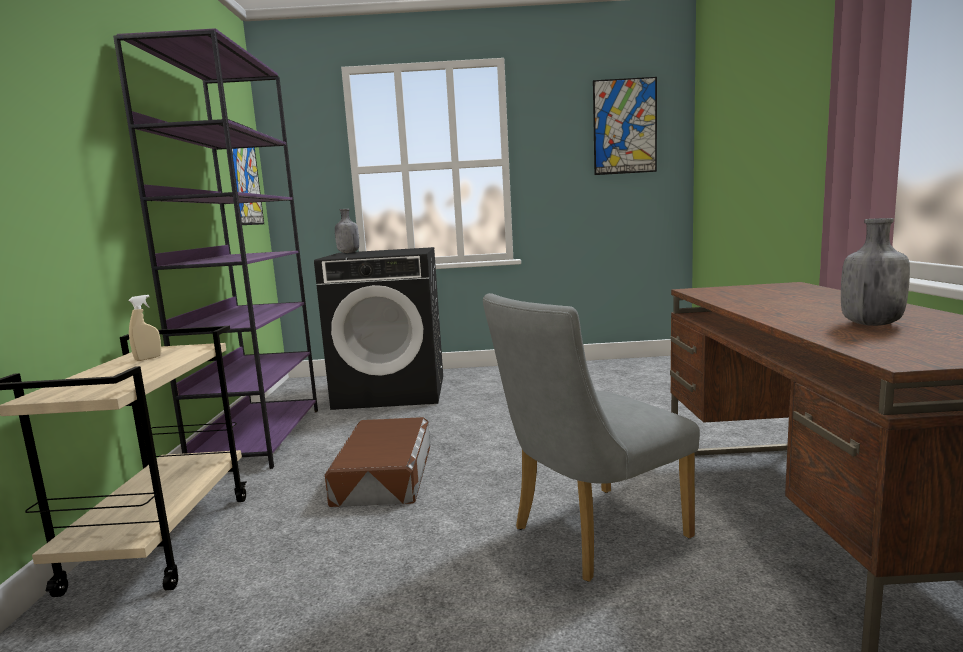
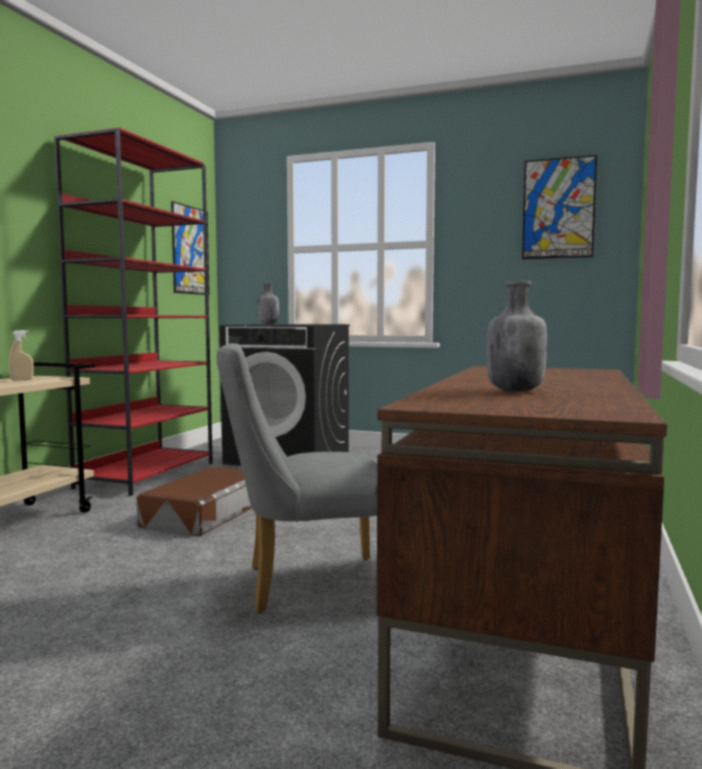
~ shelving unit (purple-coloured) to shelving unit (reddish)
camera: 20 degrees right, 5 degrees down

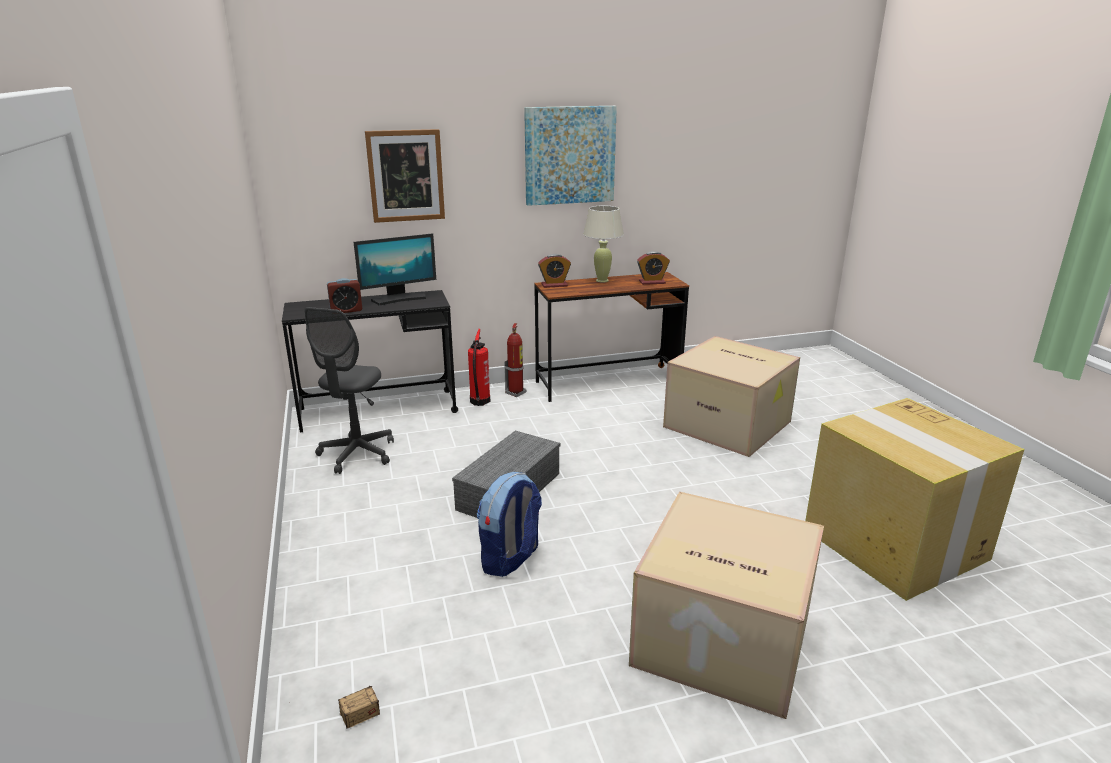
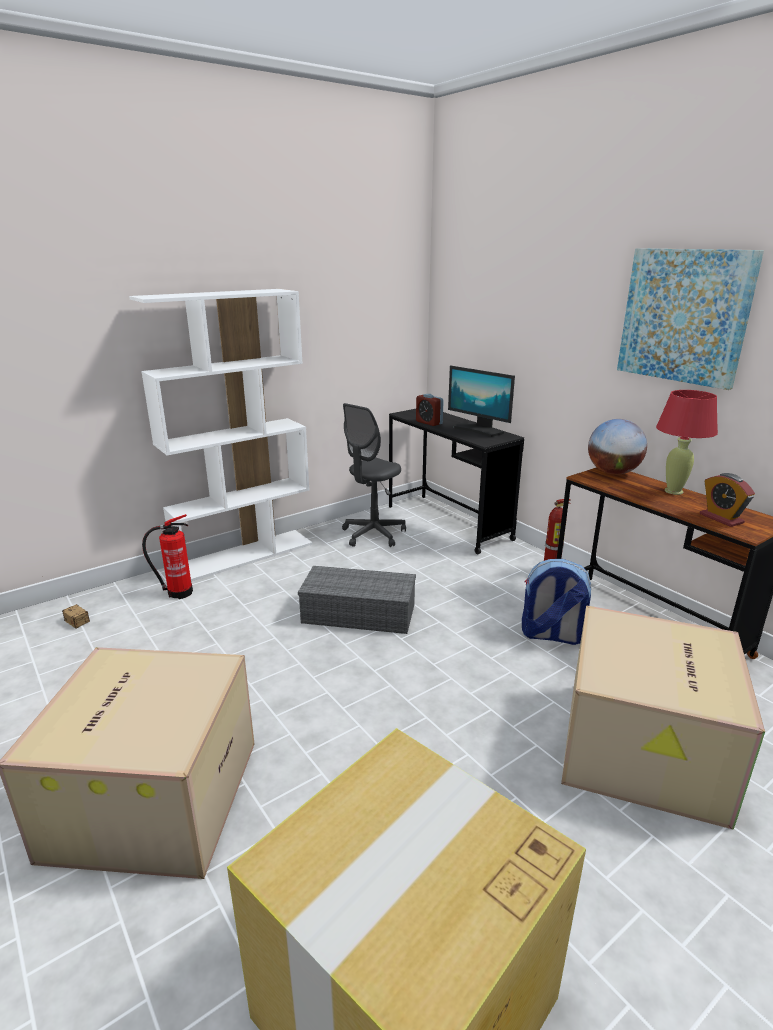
~ office chair (gray) 45 degrees counterclockwise
- picture (no. 1 from left)
~ extinguisher (no. 1 from left)
~ knapsack
~ bedside clock (no. 2 from left) to desk globe
~ tabletop lamp (beige-coloured) to tabletop lamp (reddish)
+ shelving unit (whitish)
camera: 70 degrees right, 0 degrees up

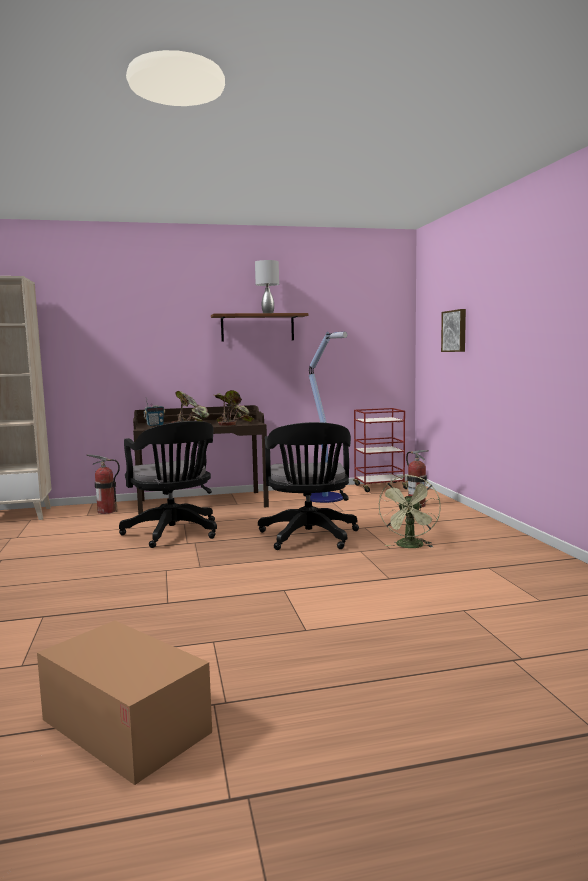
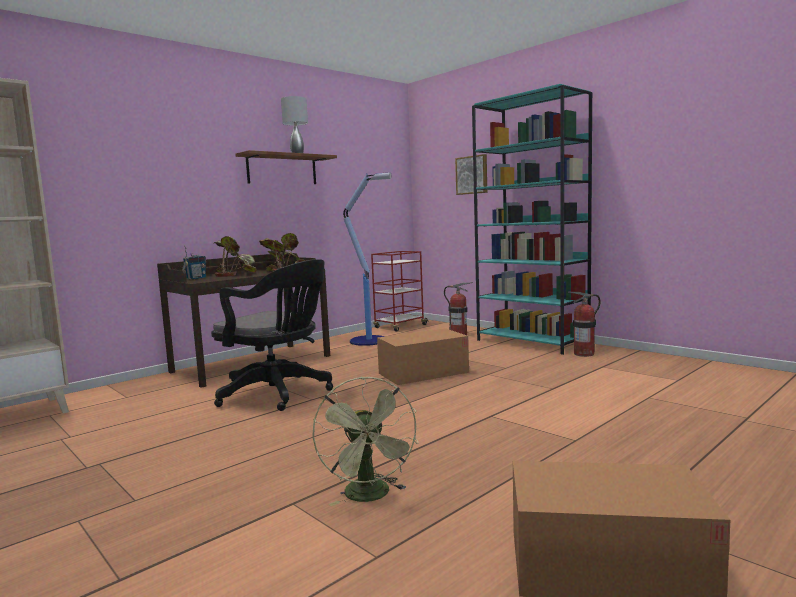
~ extinguisher (no. 1 from left in the first image) to extinguisher (no. 2 from left)
~ office chair (black) (no. 2 from left) to cardboard box (no. 1 from left)
~ fan (greenish)
+ shelving unit (turquoise-coloured)
camera: 30 degrees left, 0 degrees up

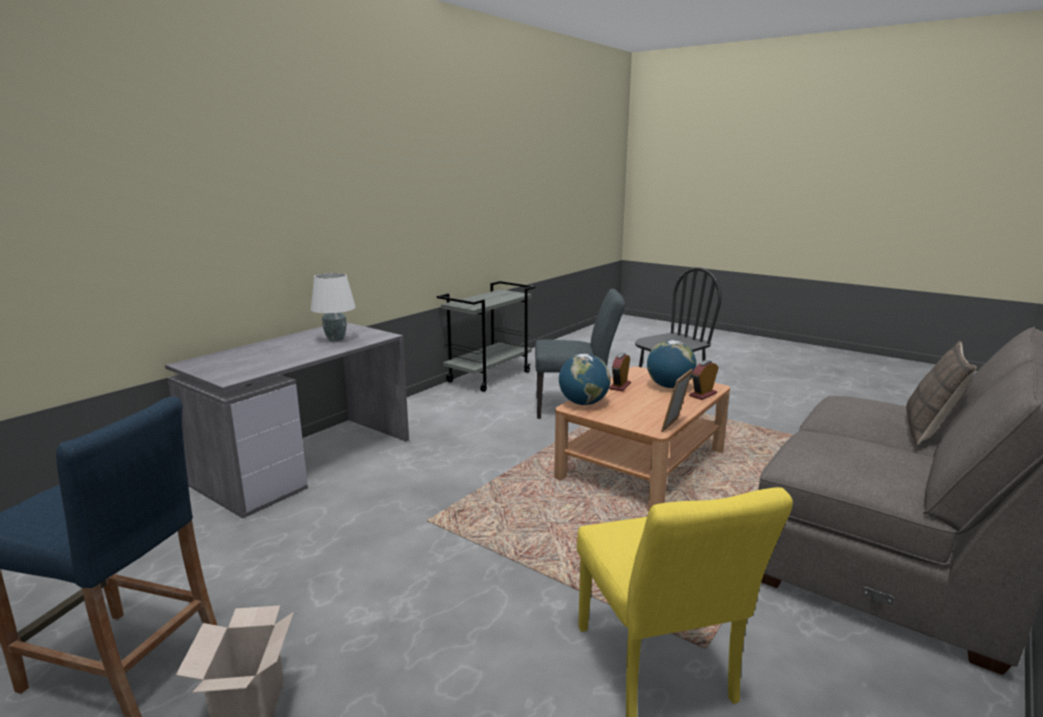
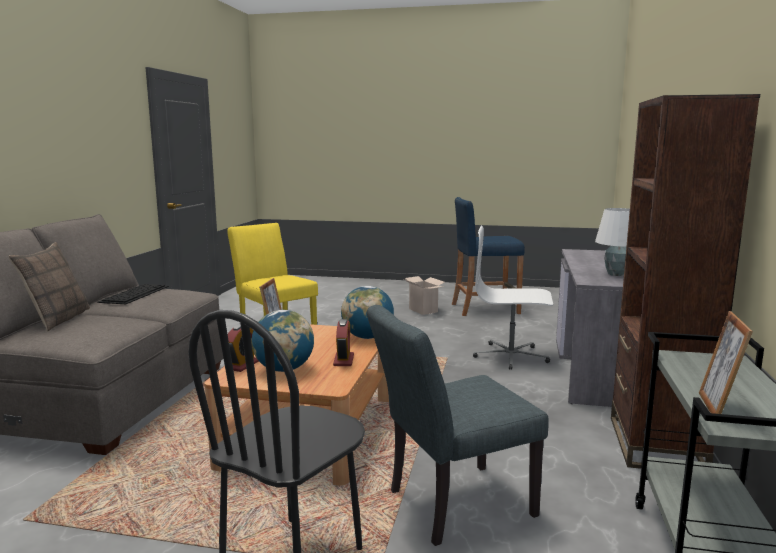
+ PC keyboard
+ office chair (whitish)
+ shelving unit (brownish)
+ picture frame (no. 2 from left)
camera: 155 degrees right, 5 degrees down

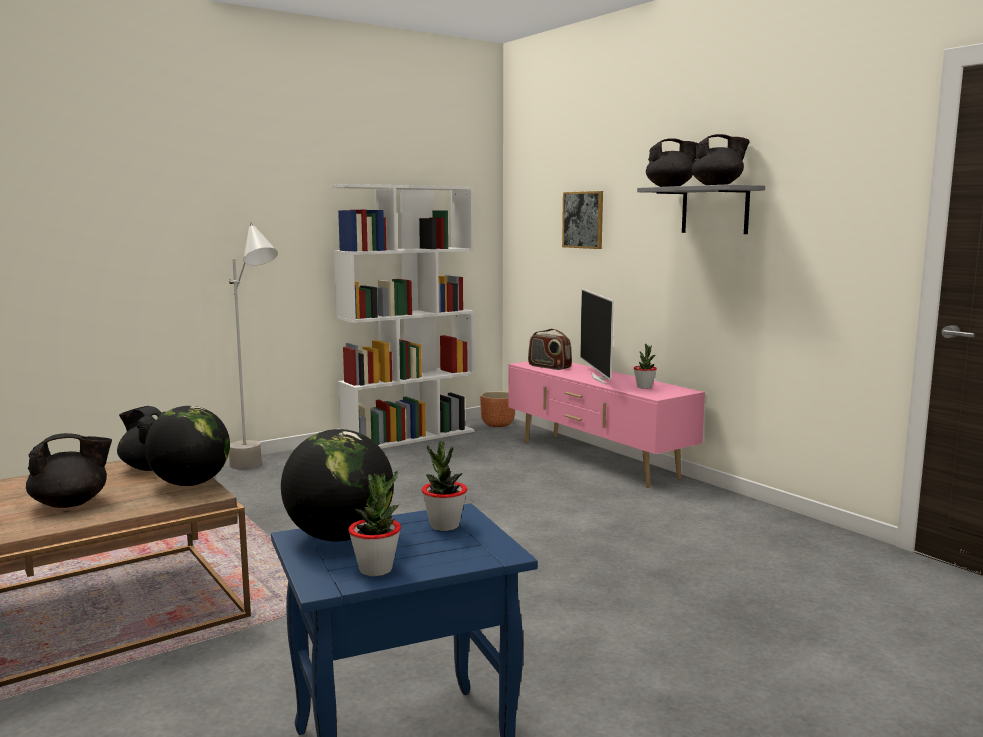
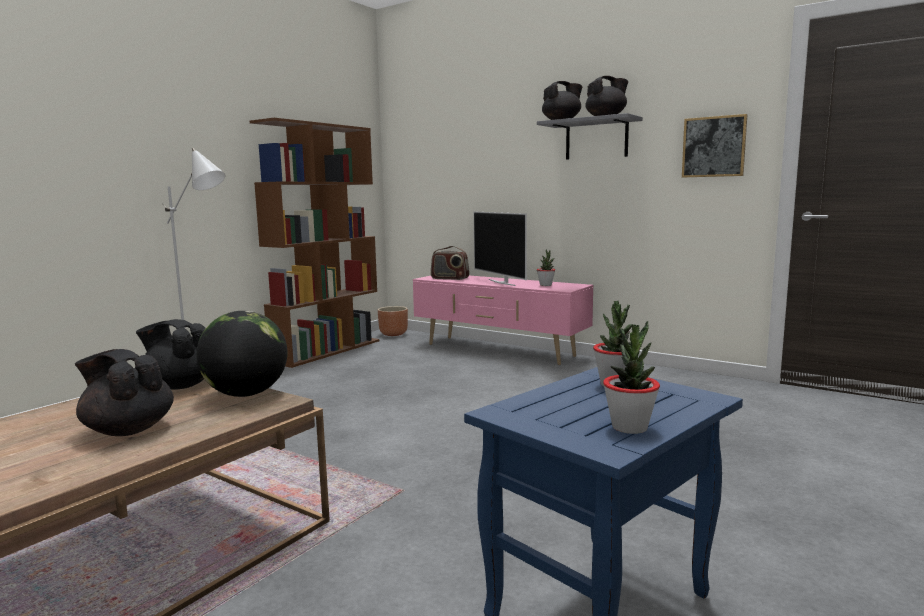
~ tea pot (black) (no. 1 from left) 105 degrees counterclockwise
- desk globe (no. 2 from left)
~ shelving unit (whitish) to shelving unit (brownish)
~ picture
camera: 20 degrees left, 0 degrees up

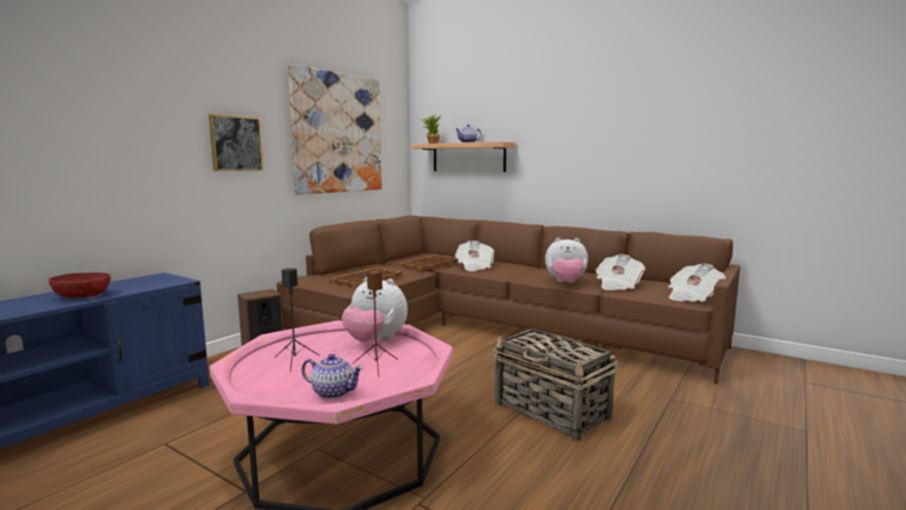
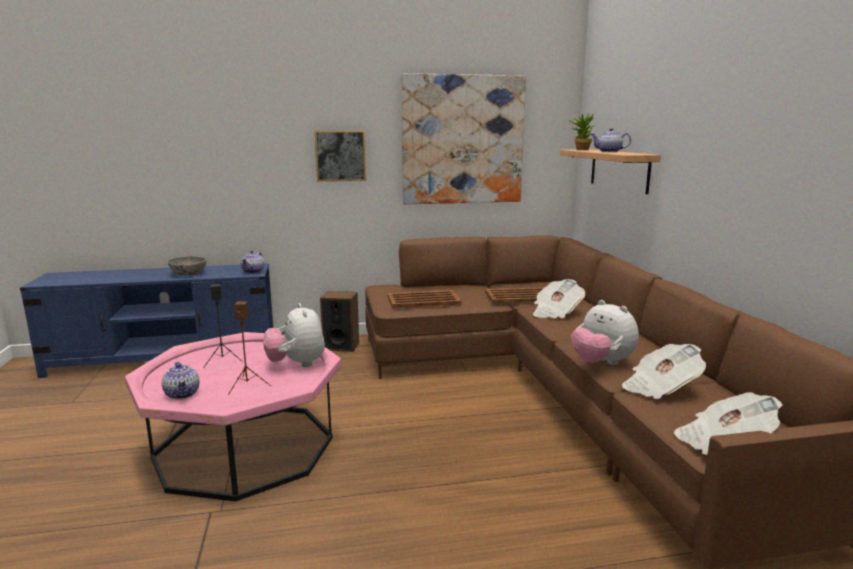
~ bowl (reddish) to bowl (gray)
- storage basket
+ tea pot (no. 2 from left)
camera: 45 degrees right, 5 degrees up

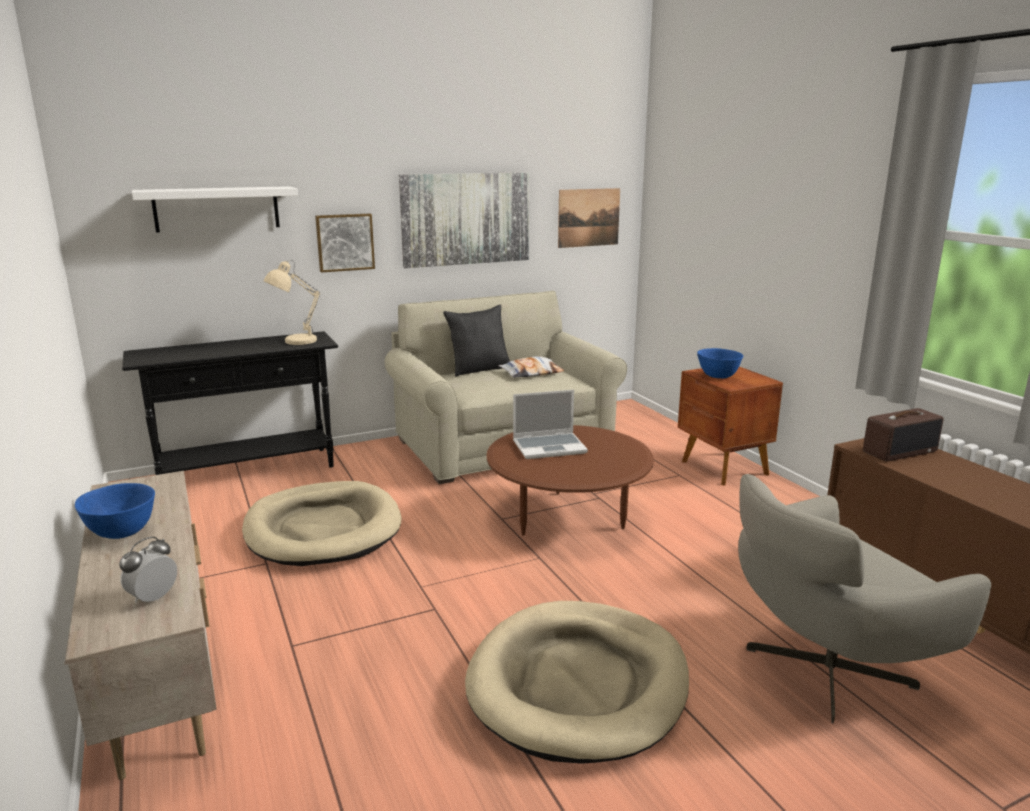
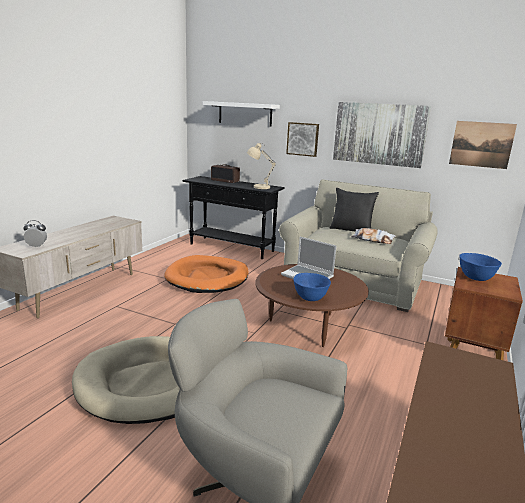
~ bowl (blue) (no. 1 from left)
~ dog cushion (beige-coloured) (no. 1 from left) to dog cushion (orange)
~ radio receiver
camera: 50 degrees right, 0 degrees up

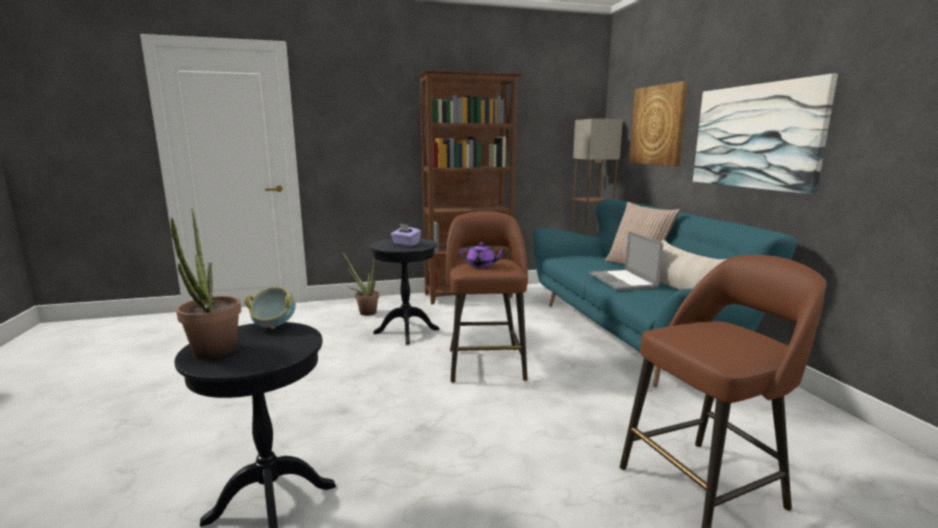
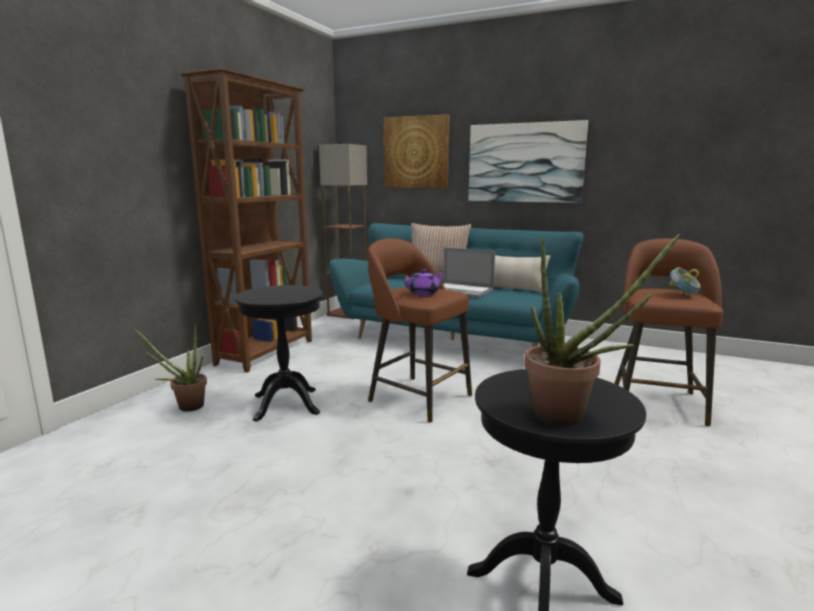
~ bowl
- tissue holder (purple-coloured)
camera: 50 degrees left, 0 degrees up

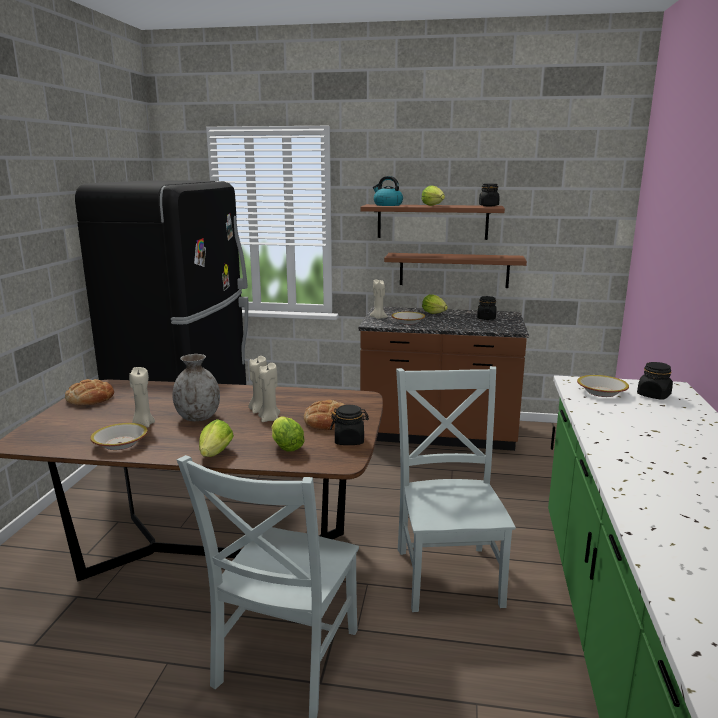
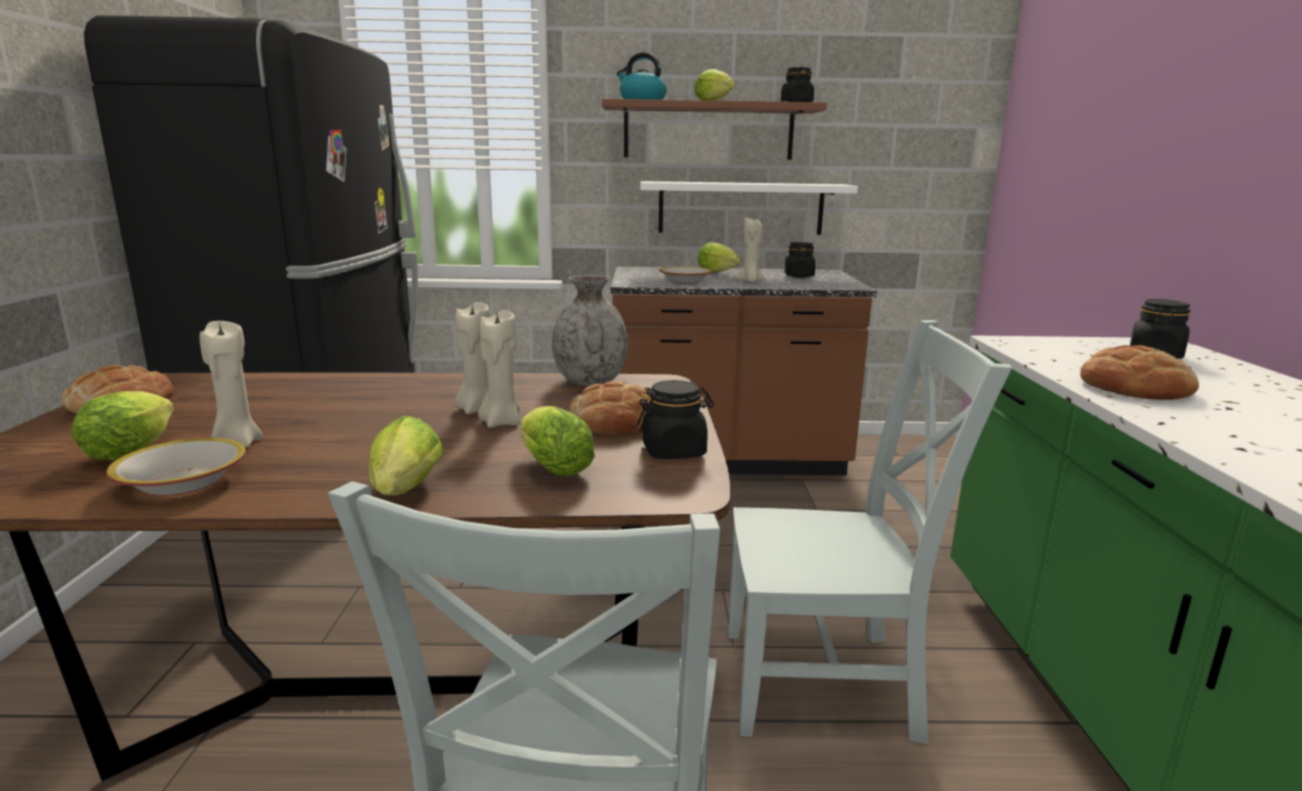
~ flower vase (gray)
~ wax candle (beige-coloured) (no. 4 from left)
~ wall shelf (brownish) (no. 2 from left) to wall shelf (whitish)
~ chair (gray) (no. 2 from left) 105 degrees clockwise
- bowl (no. 3 from left)
+ lettuce head (no. 1 from left)
+ bakery bread (no. 3 from left)
camera: 10 degrees left, 0 degrees up

